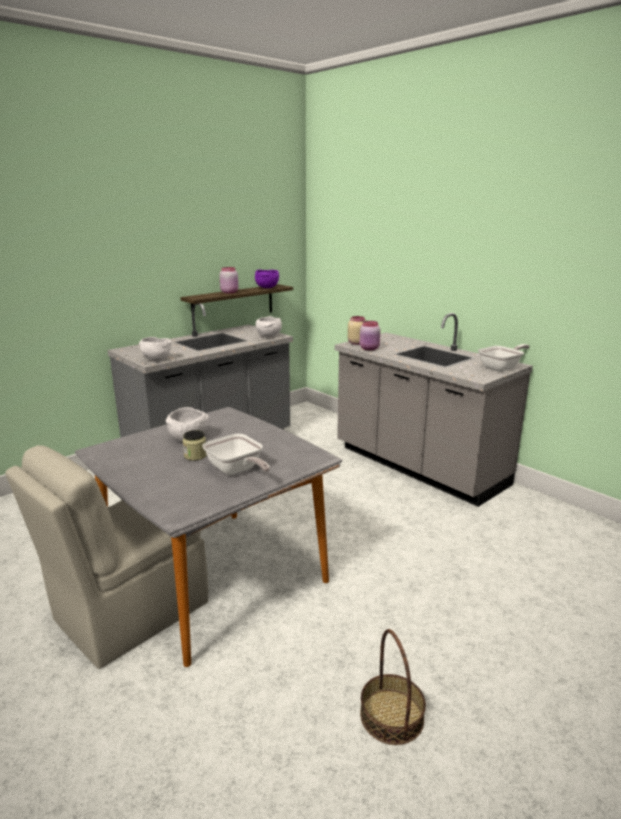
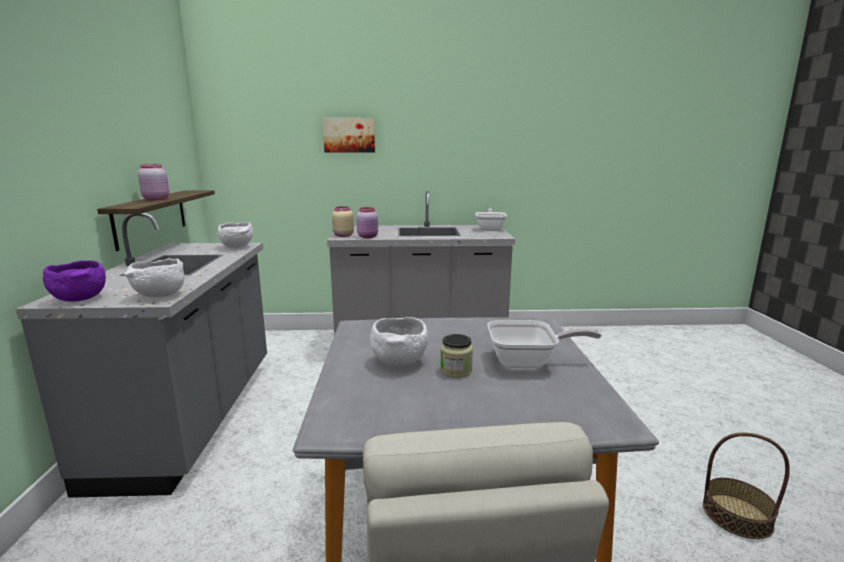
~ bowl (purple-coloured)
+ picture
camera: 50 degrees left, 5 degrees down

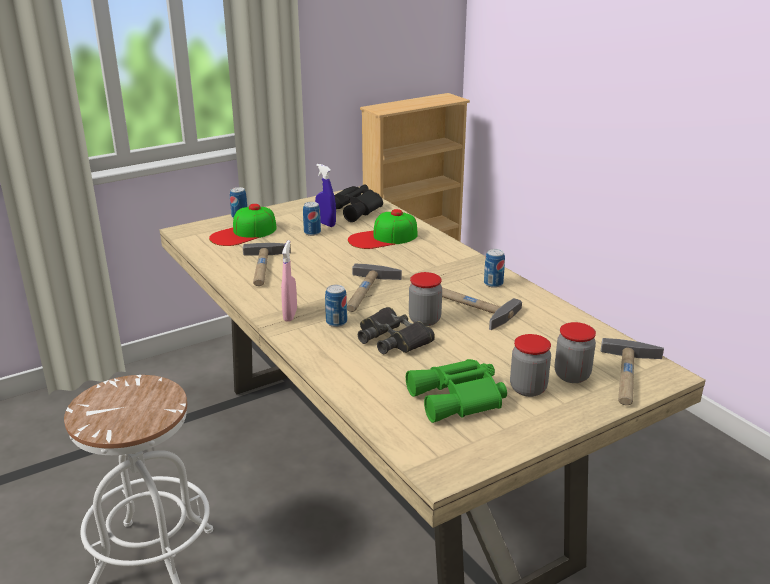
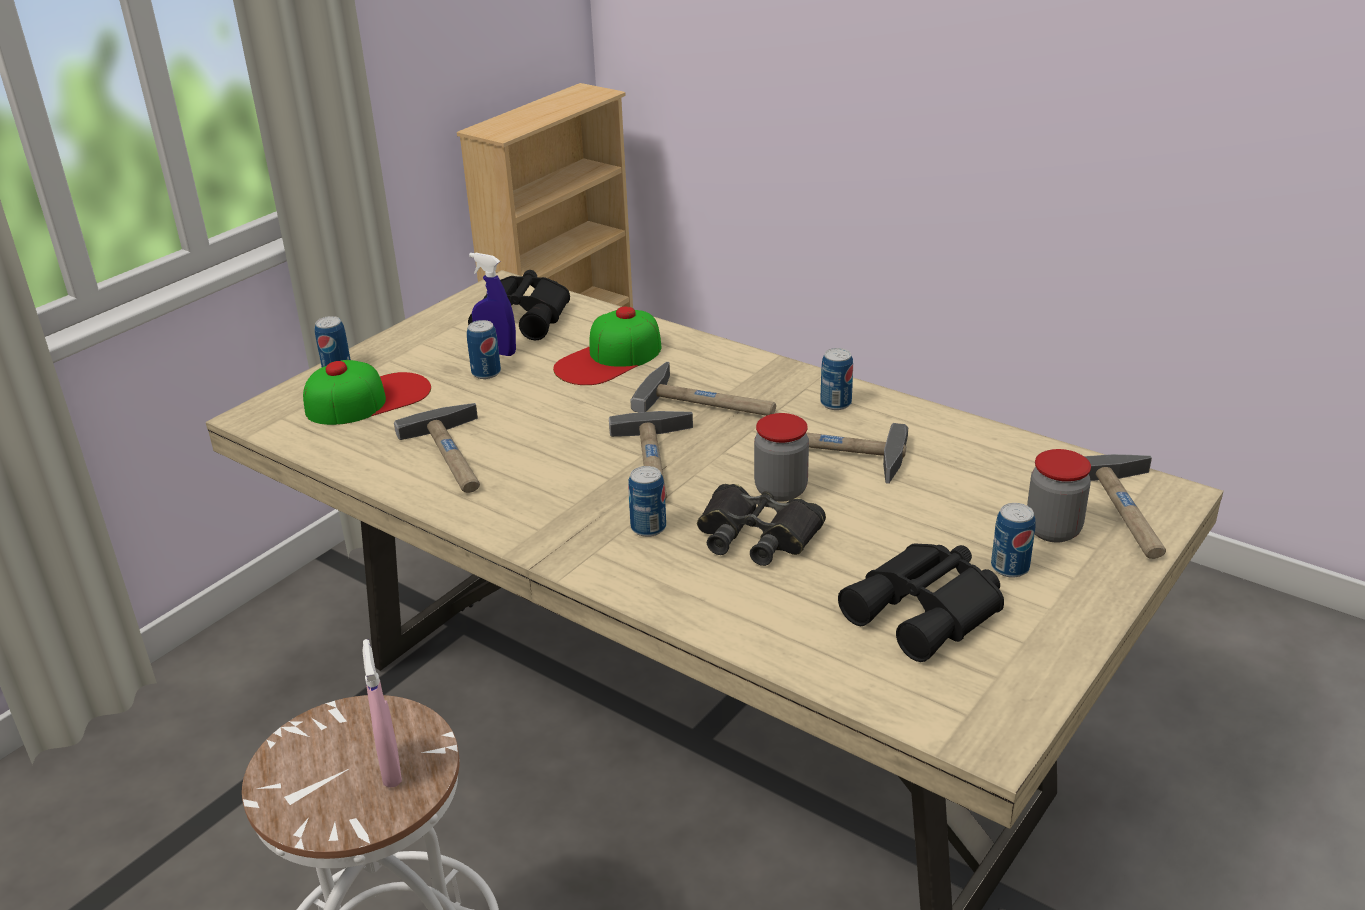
~ cap (no. 1 from left) 150 degrees counterclockwise
~ sprayer (pink-coloured)
~ field glasses (greenish) to field glasses (black) (no. 3 from left)
~ storage jar (no. 2 from left) to sealed can (no. 5 from left)
+ tool hammer (no. 3 from left)
camera: 20 degrees left, 5 degrees up

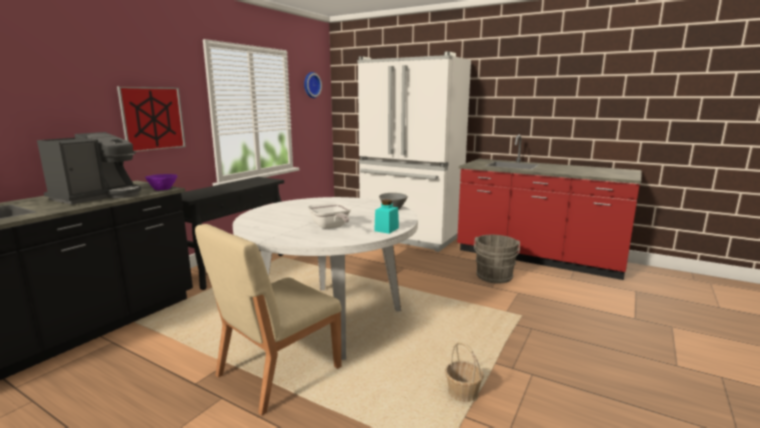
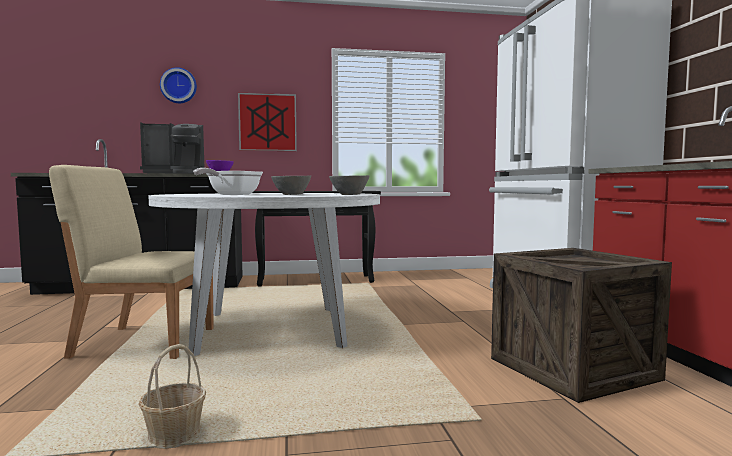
~ wall clock
- storage jar (turquoise-coloured)
~ bucket (gray) to crate
+ bowl (gray) (no. 1 from left)
camera: 50 degrees right, 10 degrees down

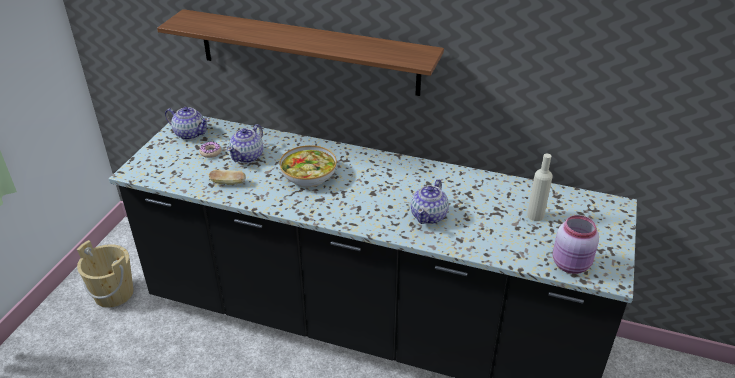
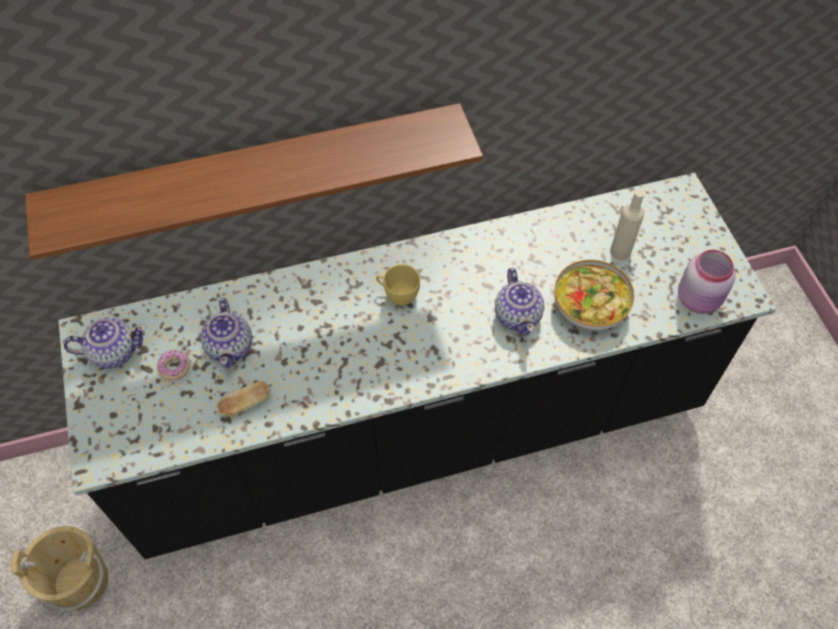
~ bowl
+ cup (yellow-coloured)
camera: 35 degrees left, 20 degrees up

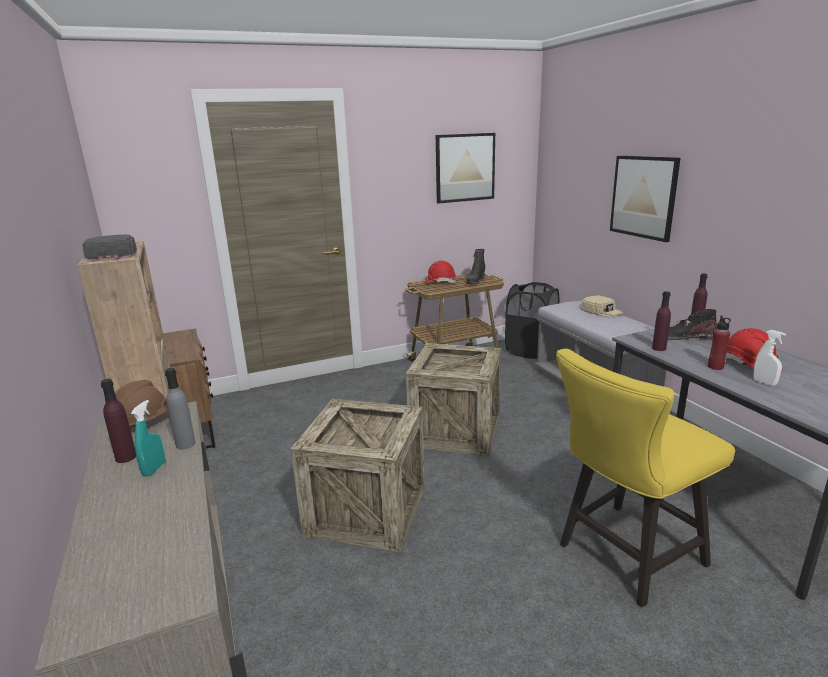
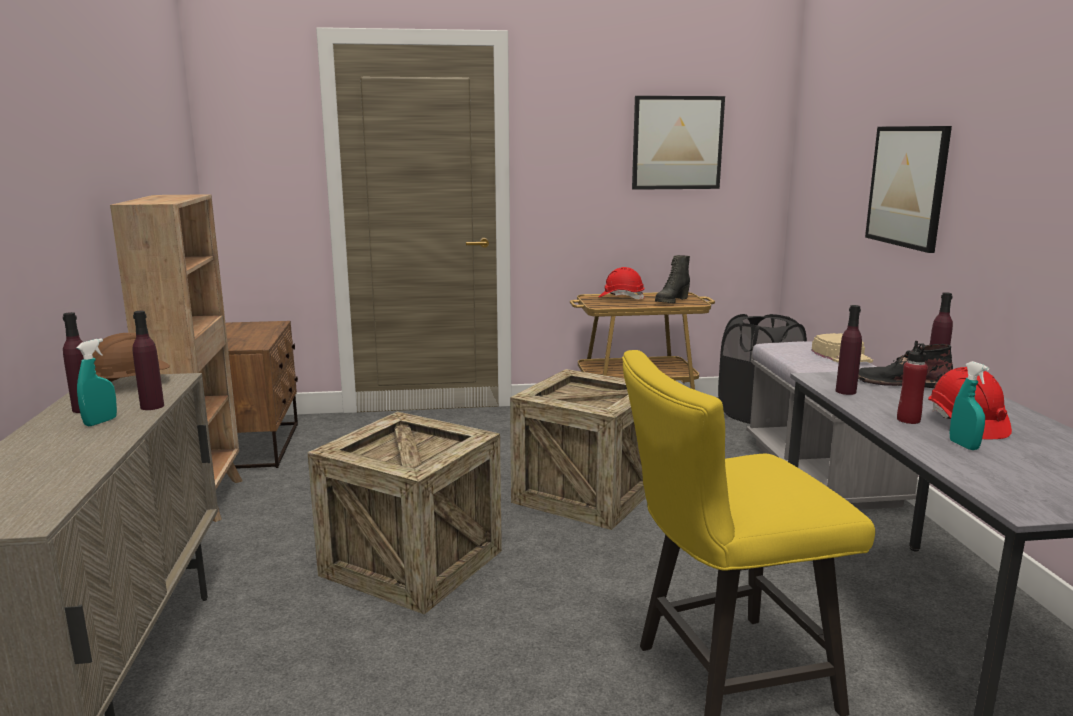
- cap (black)
~ drink bottle (gray) to drink bottle (purple-coloured) (no. 2 from left)
~ sprayer (whitish) to sprayer (turquoise-coloured) (no. 2 from left)
camera: 15 degrees right, 5 degrees down

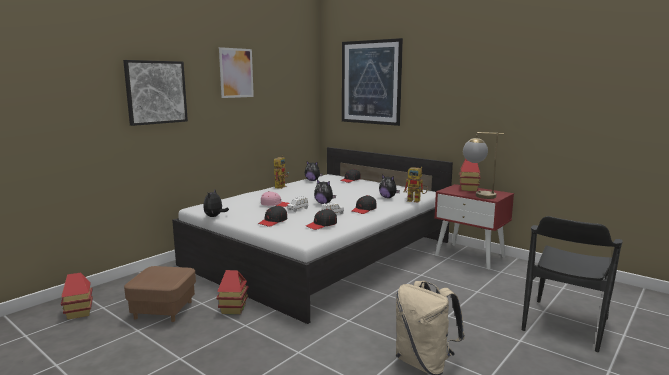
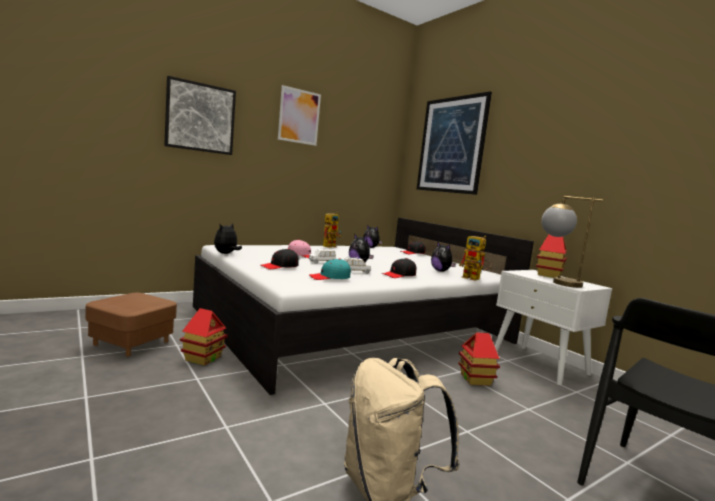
~ model house (no. 1 from left in the first image) to model house (no. 2 from left)
~ cap (black) (no. 2 from left) to cap (turquoise-coloured)
~ nightstand (reddish) to nightstand (whitish)
camera: 15 degrees right, 5 degrees down

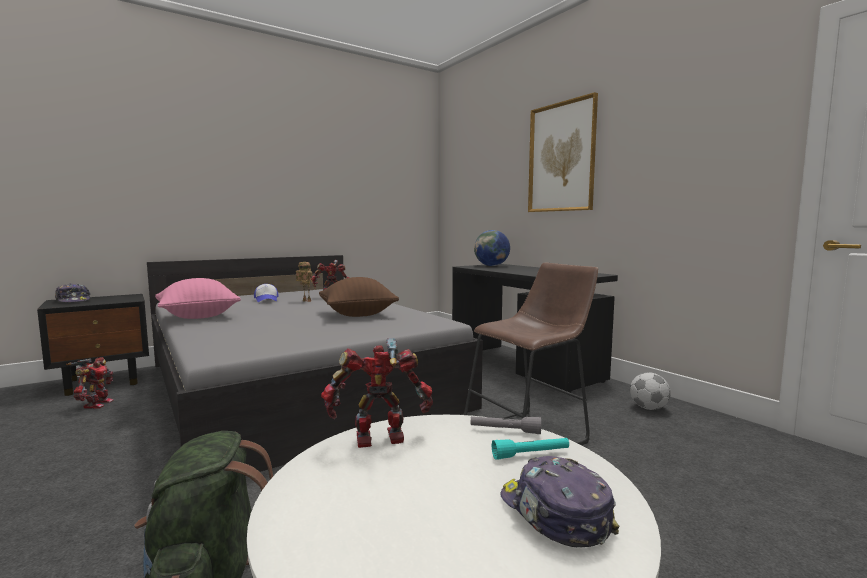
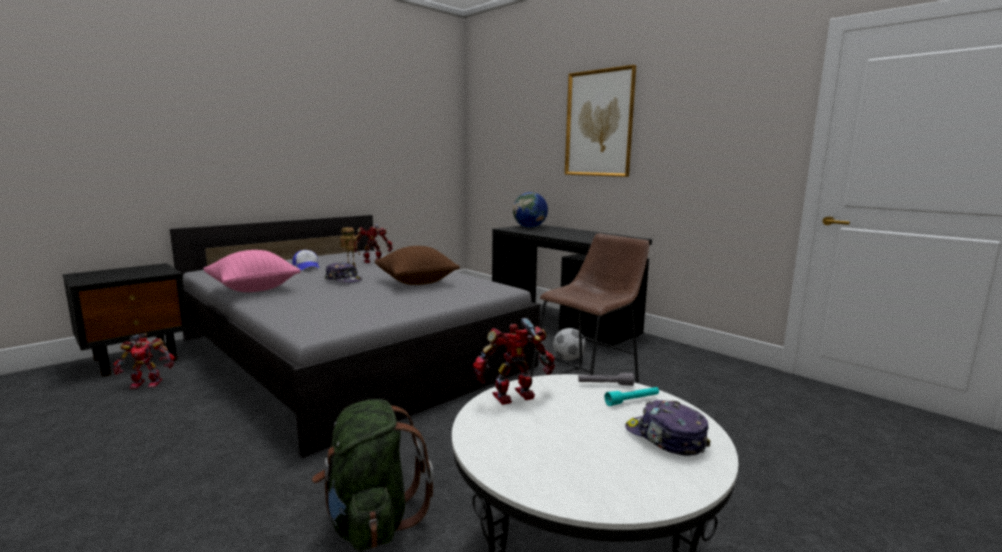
~ cap (no. 1 from left in the first image) to cap (no. 2 from left)
~ model robot (no. 1 from left) 90 degrees clockwise
~ football
camera: 10 degrees left, 5 degrees up

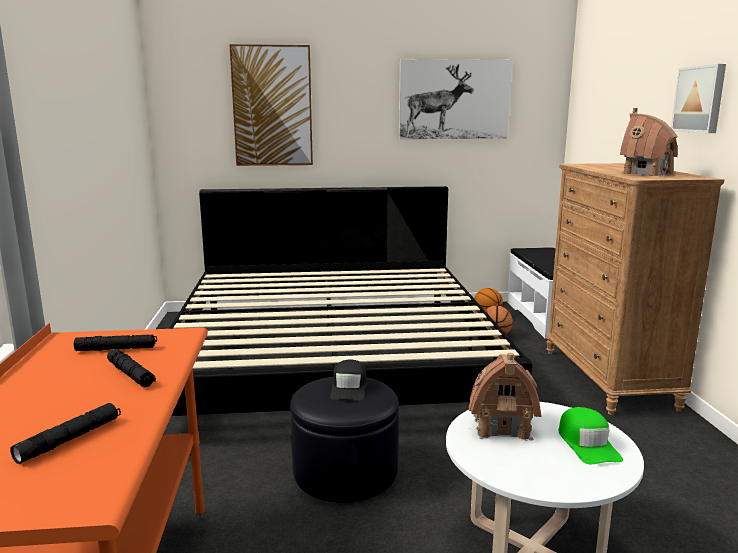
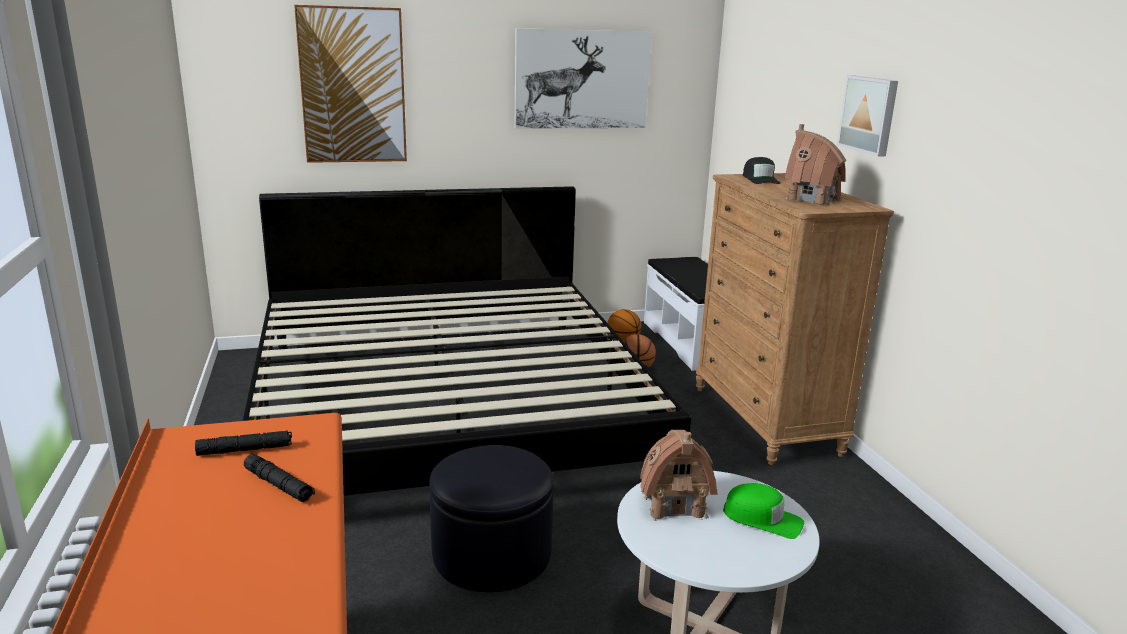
- torch (black) (no. 1 from left)
~ cap (black)
~ cap (greenish) 45 degrees counterclockwise
camera: 10 degrees left, 5 degrees up

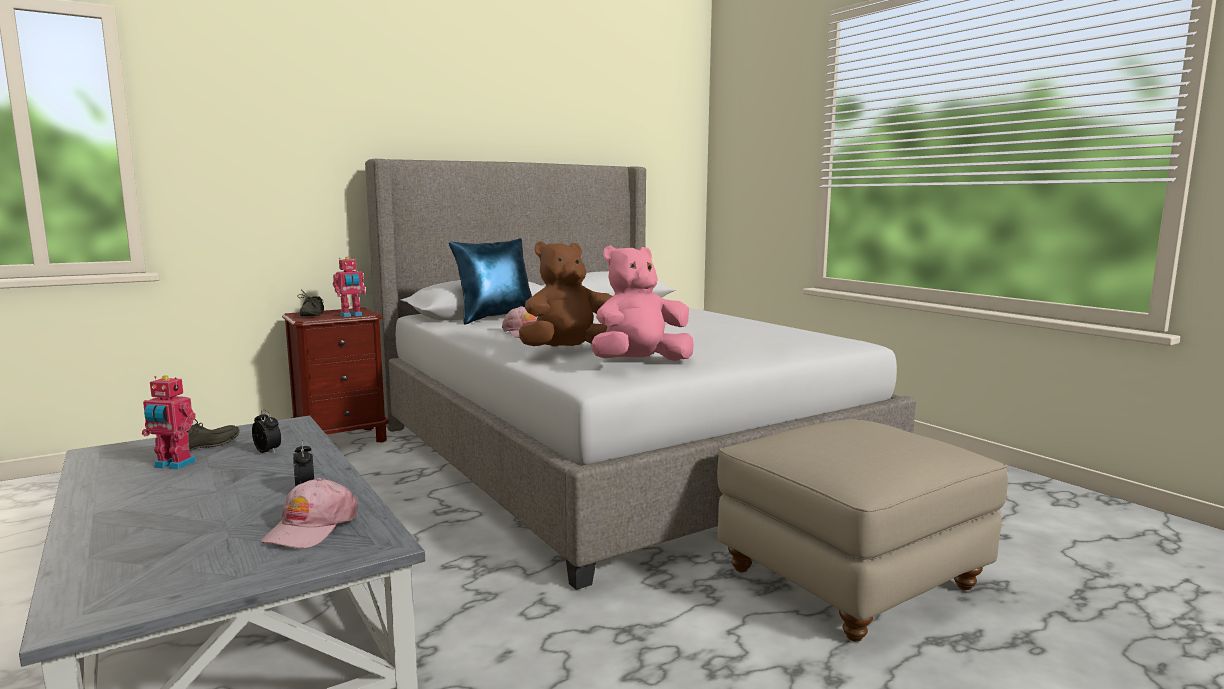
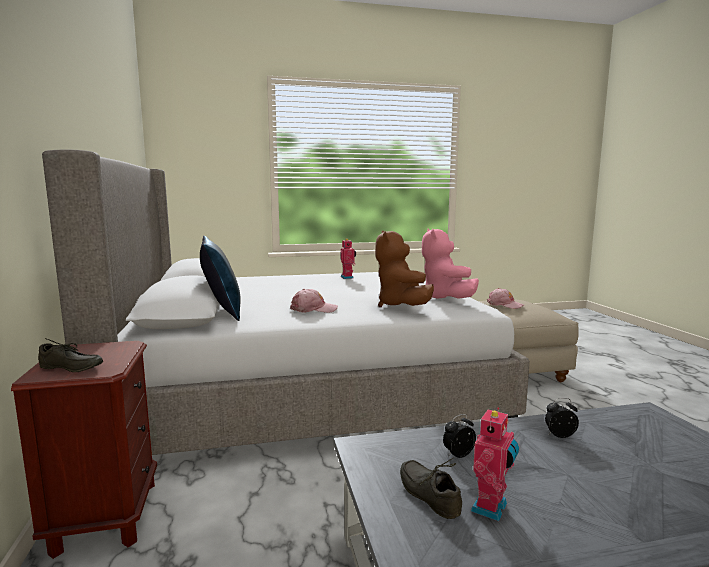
~ cap (pink-coloured) (no. 1 from left in the first image) to cap (pink-coloured) (no. 2 from left)
~ model robot (no. 2 from left in the first image) to model robot (no. 1 from left)
camera: 70 degrees left, 0 degrees up

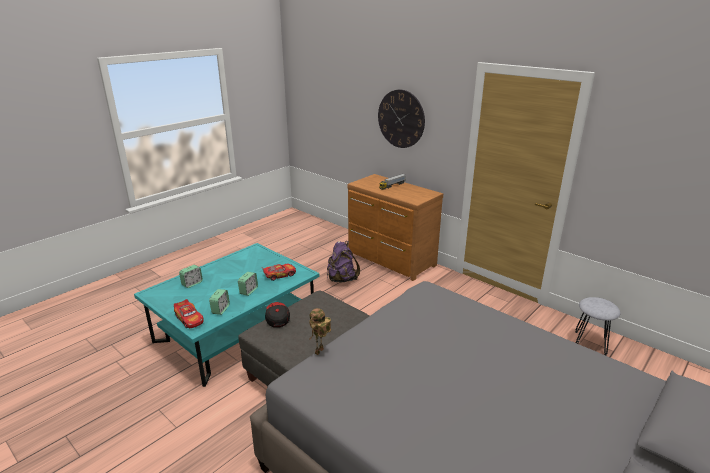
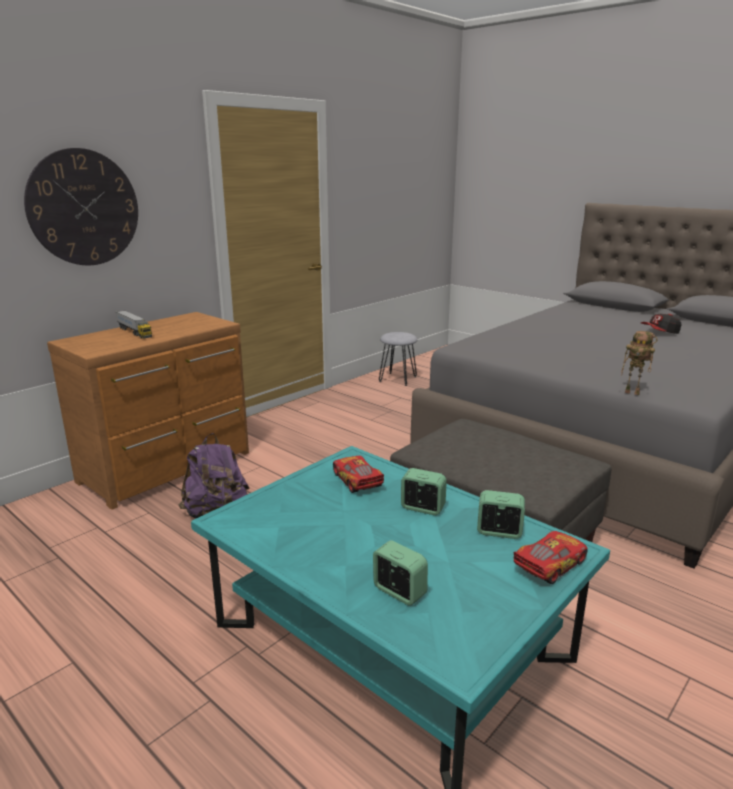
~ cap
camera: 90 degrees left, 5 degrees down

